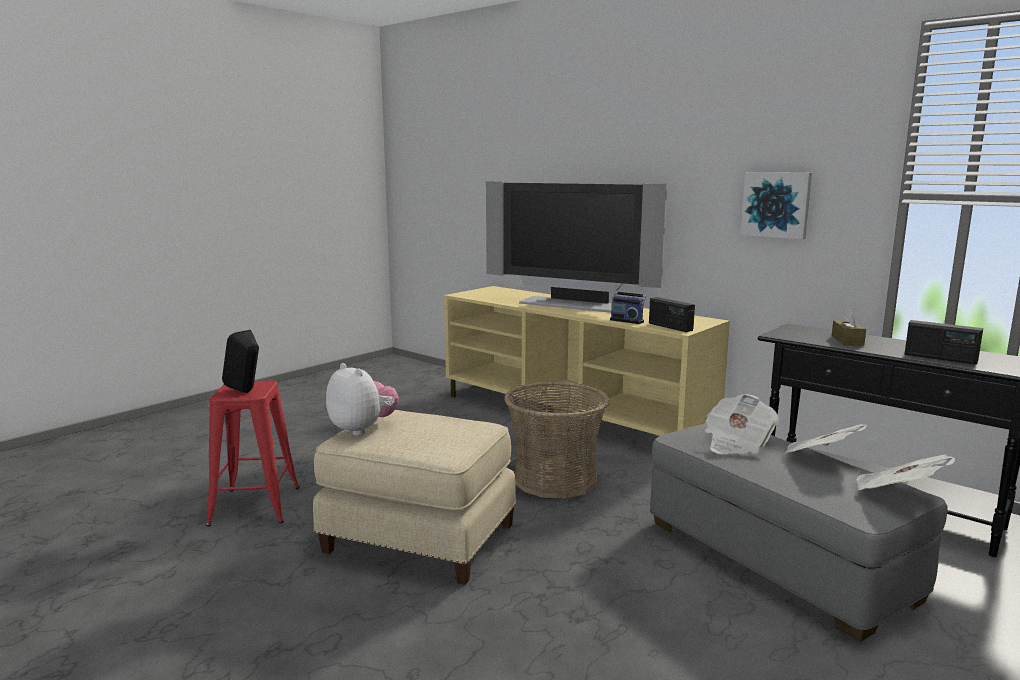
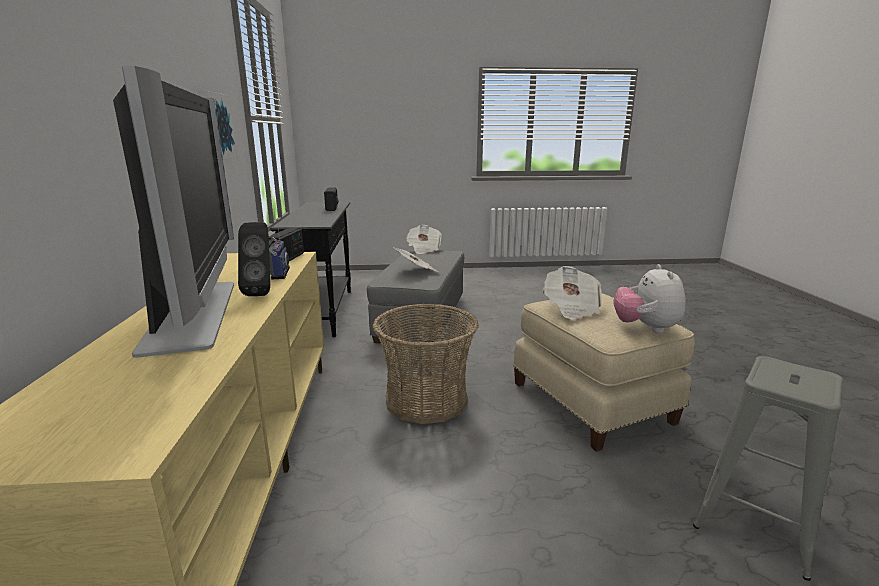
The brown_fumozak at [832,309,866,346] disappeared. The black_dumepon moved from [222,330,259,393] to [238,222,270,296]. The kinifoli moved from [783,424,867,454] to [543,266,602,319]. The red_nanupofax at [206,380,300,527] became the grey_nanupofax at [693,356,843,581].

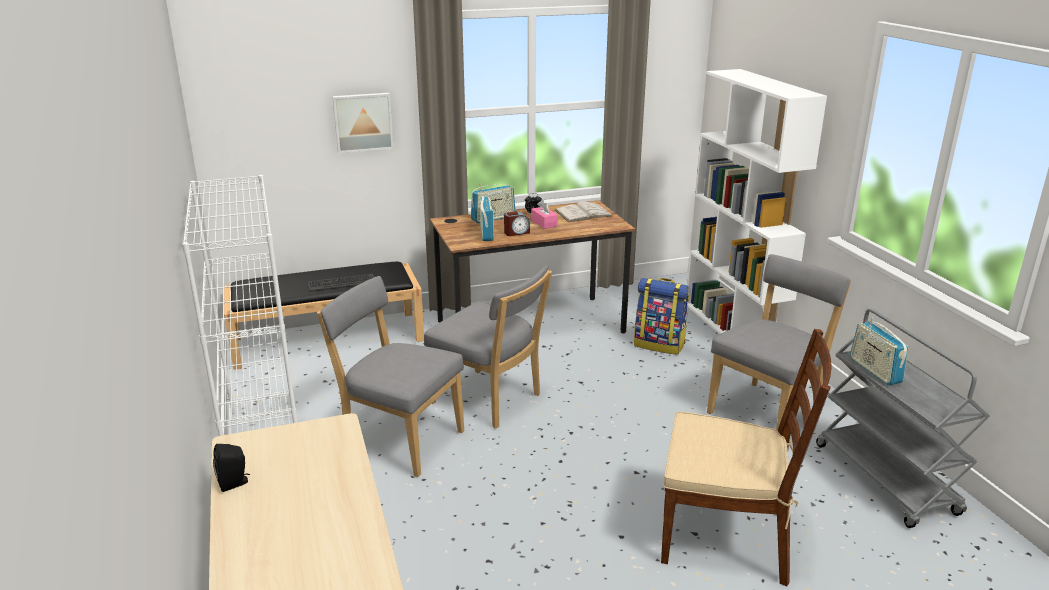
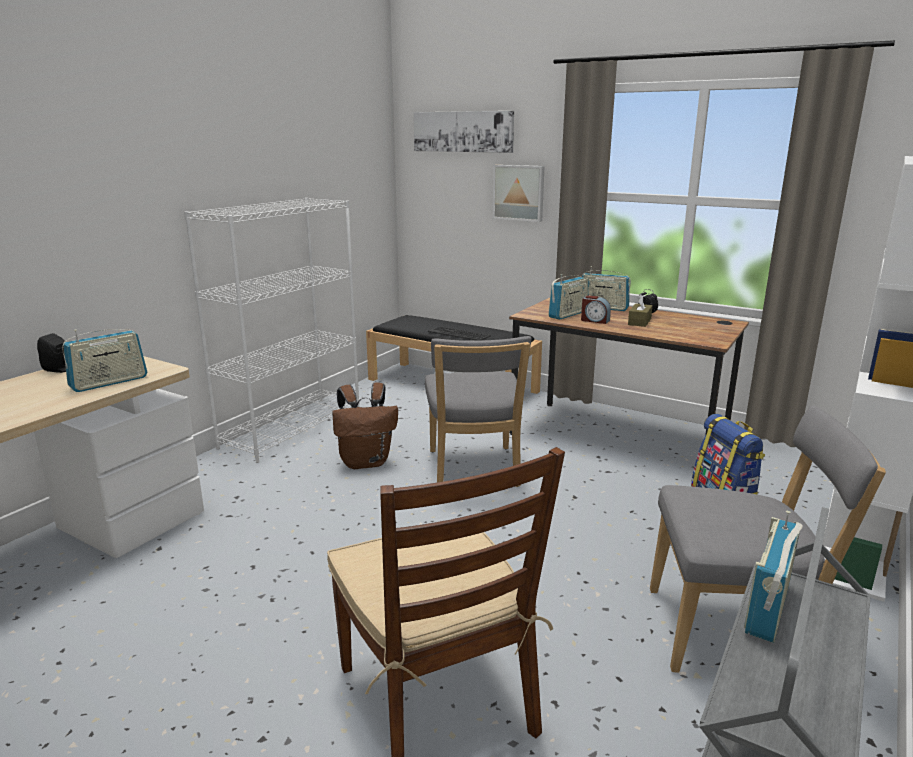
The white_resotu at [555,201,613,222] disappeared. The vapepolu at [62,329,147,392] appeared. The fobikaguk at [414,111,514,153] appeared. The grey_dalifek at [317,276,464,477] was replaced by the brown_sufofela at [332,382,398,469]. The pink_fumozak at [531,200,558,229] became the brown_fumozak at [628,294,652,327].

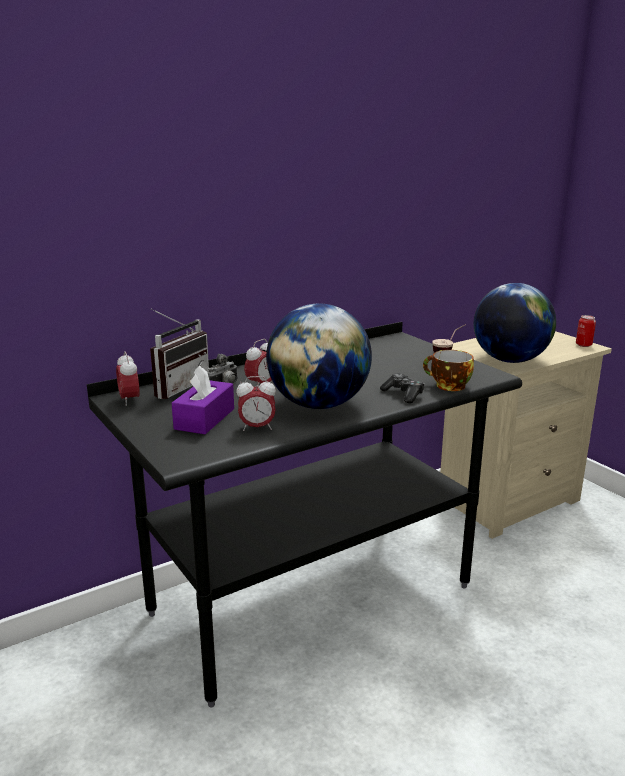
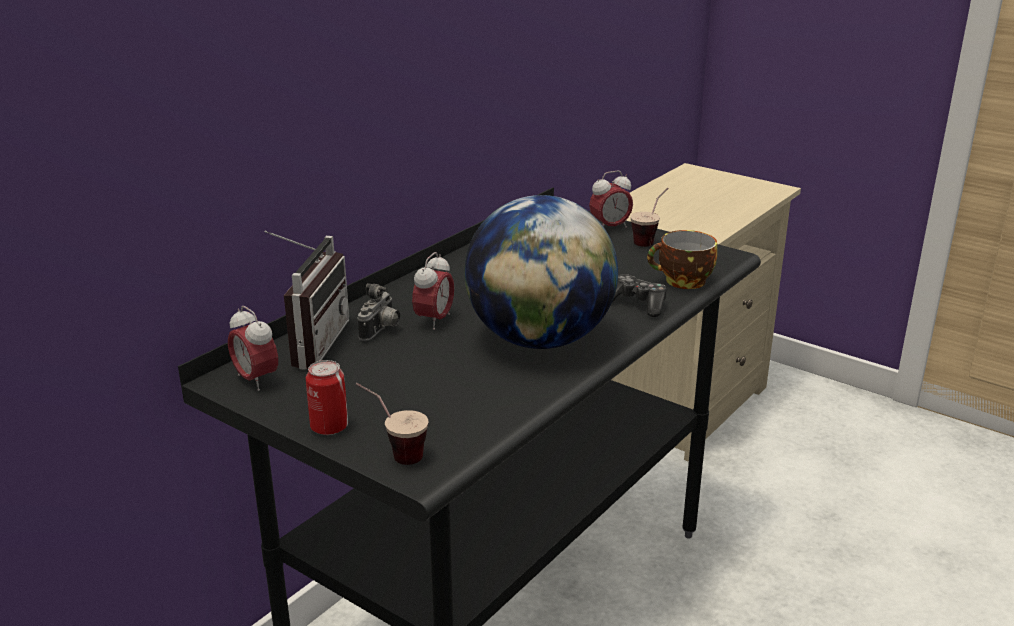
The purple_fumozak at [172,366,234,434] disappeared. The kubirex at [474,283,556,363] disappeared. The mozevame at [356,383,428,465] appeared. The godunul moved from [236,376,276,431] to [589,170,633,228]. The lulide moved from [576,315,596,347] to [306,360,348,435].

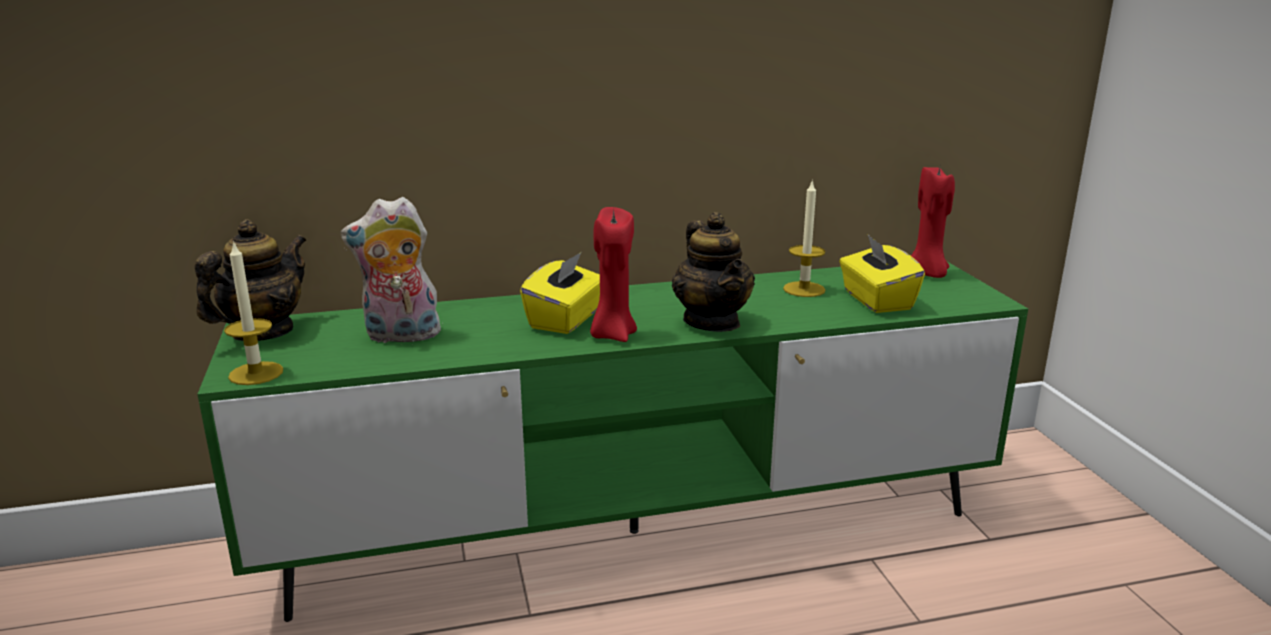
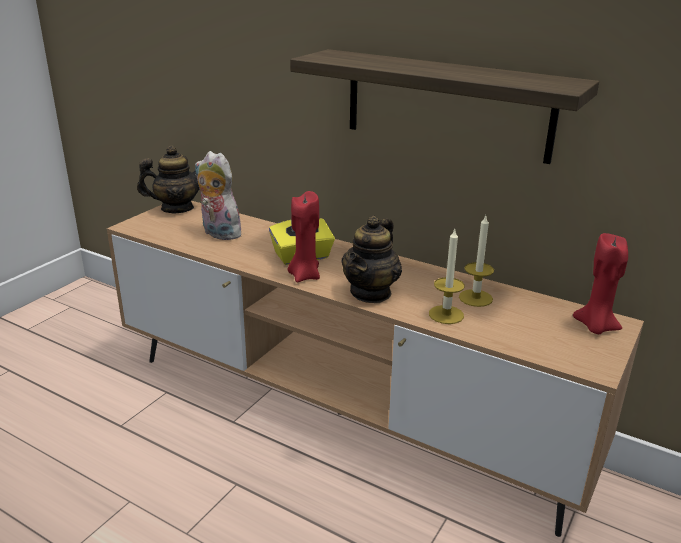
The yellow_fumozak at [839,235,925,313] disappeared. The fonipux at [290,49,599,164] appeared. The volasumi moved from [224,241,283,385] to [429,229,465,324]. The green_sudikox at [197,262,1028,622] became the brown_sudikox at [107,201,644,537].

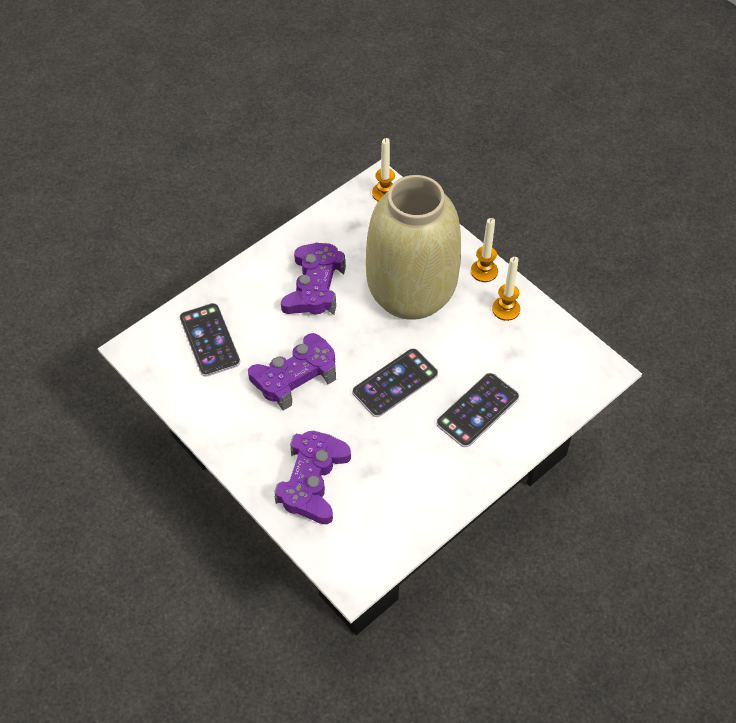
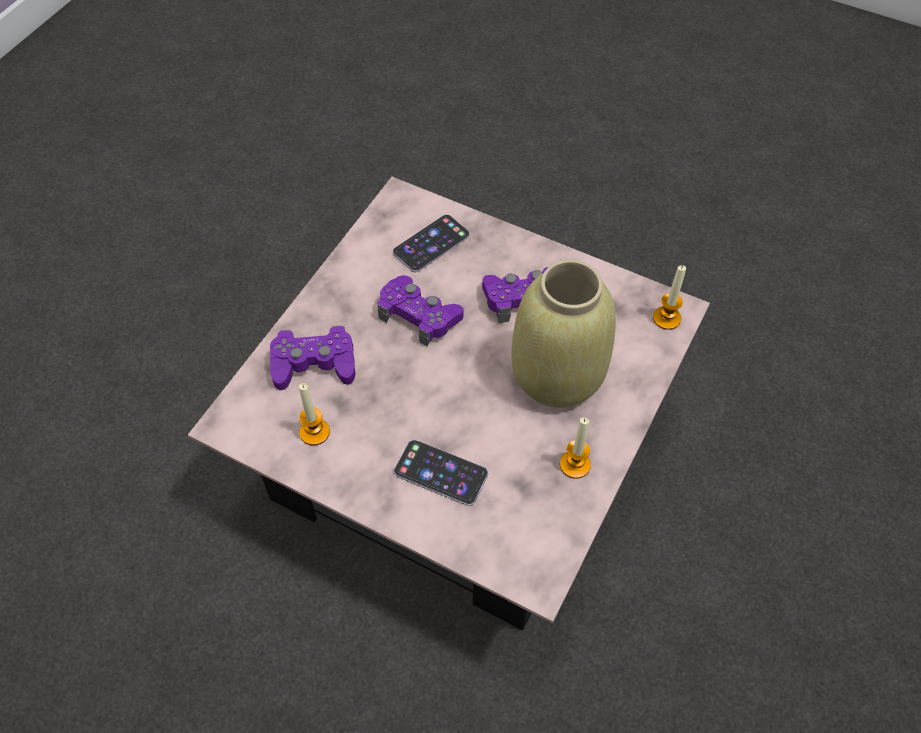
The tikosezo at [352,348,438,417] disappeared. The volasumi moved from [471,218,498,282] to [299,383,330,445]. The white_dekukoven at [98,160,642,635] became the pink_dekukoven at [188,177,710,630].

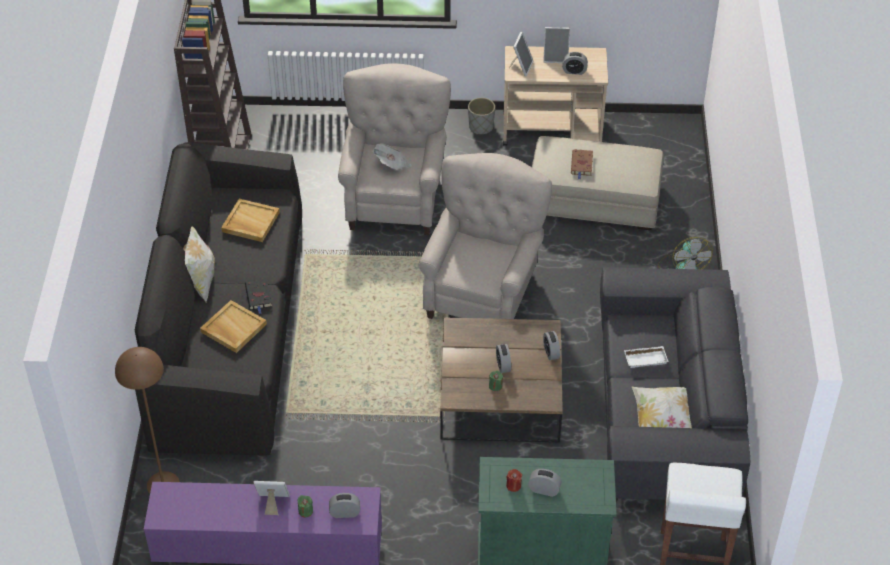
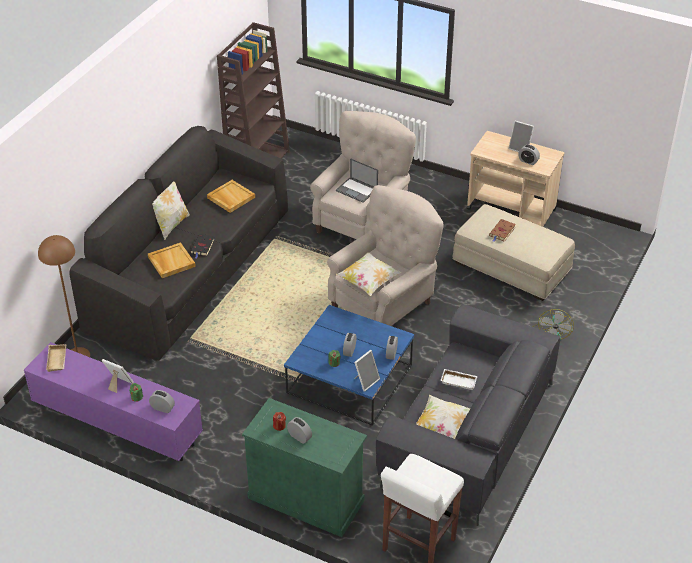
The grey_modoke at [468,98,495,135] disappeared. The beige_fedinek at [46,344,66,372] appeared. The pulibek at [336,252,401,296] appeared. The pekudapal moved from [509,32,533,76] to [354,350,380,392]. The kinifoli at [372,143,412,170] was replaced by the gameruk at [336,158,378,203]. The brown_dekukoven at [440,317,563,442] became the blue_dekukoven at [284,305,414,426].

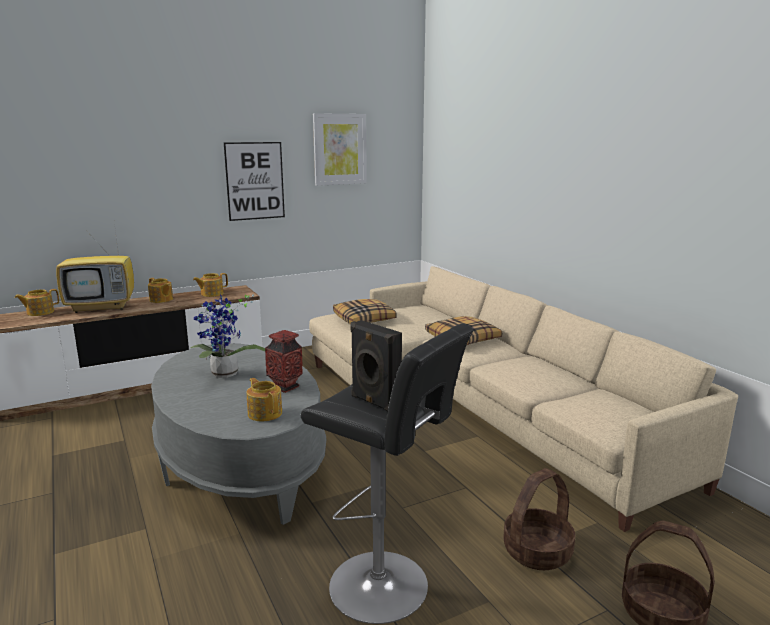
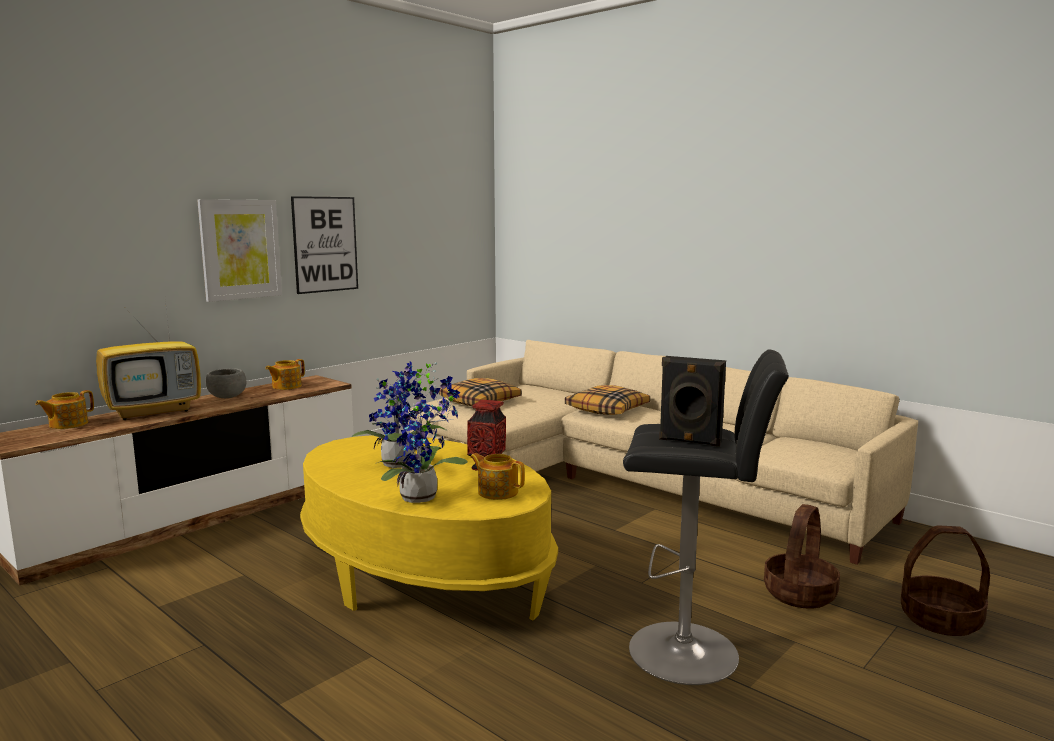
The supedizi at [375,376,467,503] appeared. The fobikaguk moved from [313,113,367,186] to [197,199,282,302]. The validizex at [148,278,173,303] was replaced by the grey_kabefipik at [205,368,246,398]. The grey_dekukoven at [151,343,326,525] became the yellow_dekukoven at [300,435,558,620].

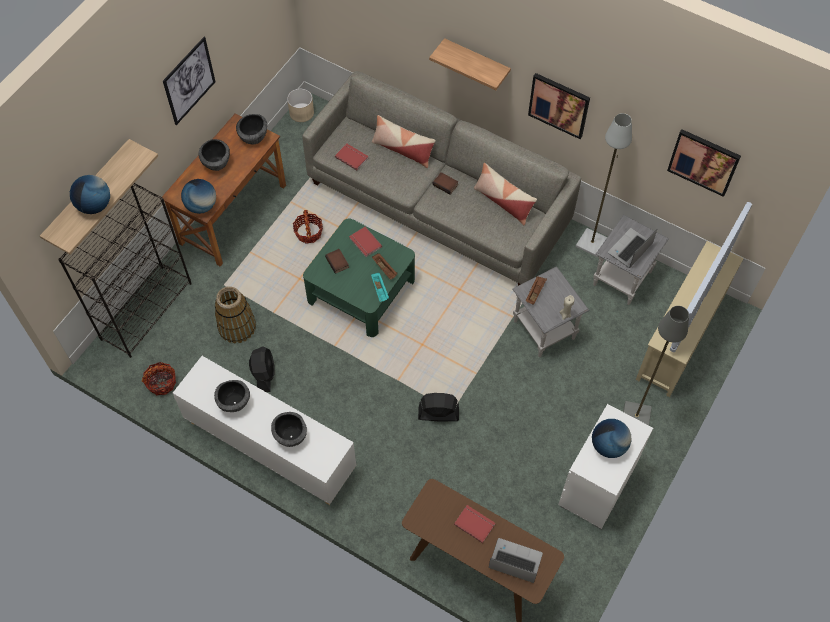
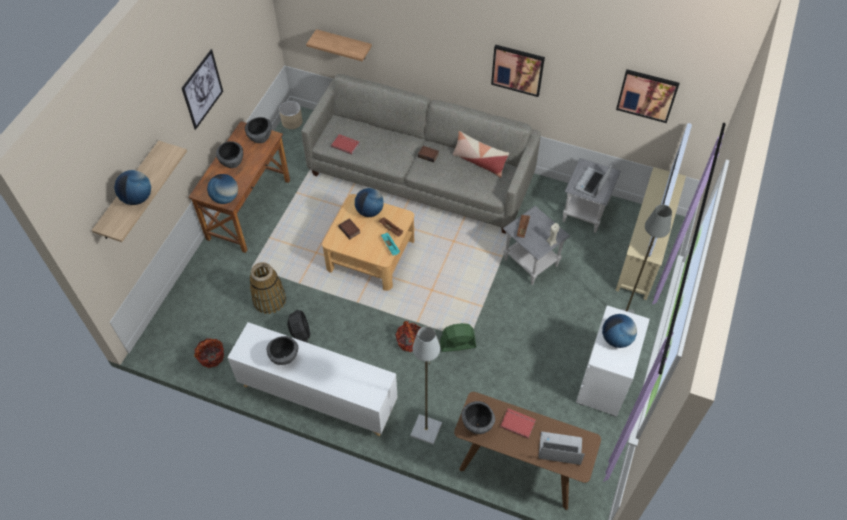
The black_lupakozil at [58,183,192,358] disappeared. The pulibek at [372,115,435,168] disappeared. The kabefipik moved from [271,412,307,447] to [461,401,495,434]. The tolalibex moved from [293,210,323,244] to [395,321,421,352]. The fonipux moved from [429,38,511,90] to [306,29,372,61]. The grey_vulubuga moved from [576,113,632,257] to [410,326,442,445]. The red_resotu at [349,227,382,257] was replaced by the kubirex at [355,188,384,217]. The green_dekukoven at [303,218,415,337] became the beige_dekukoven at [322,194,414,291]. The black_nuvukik at [418,393,459,421] became the green_nuvukik at [440,323,476,352].

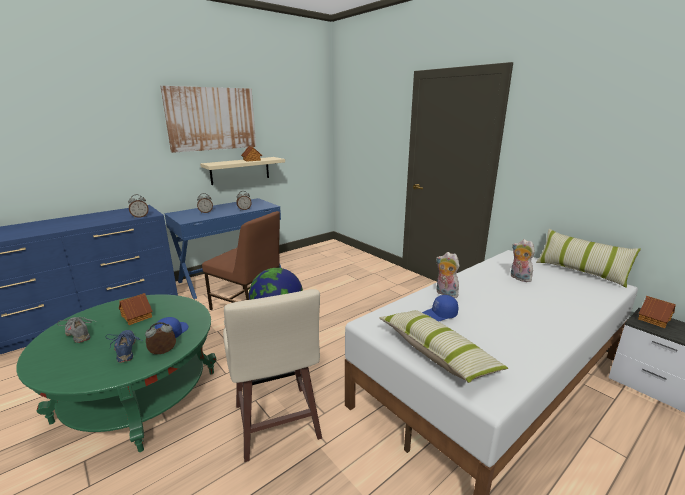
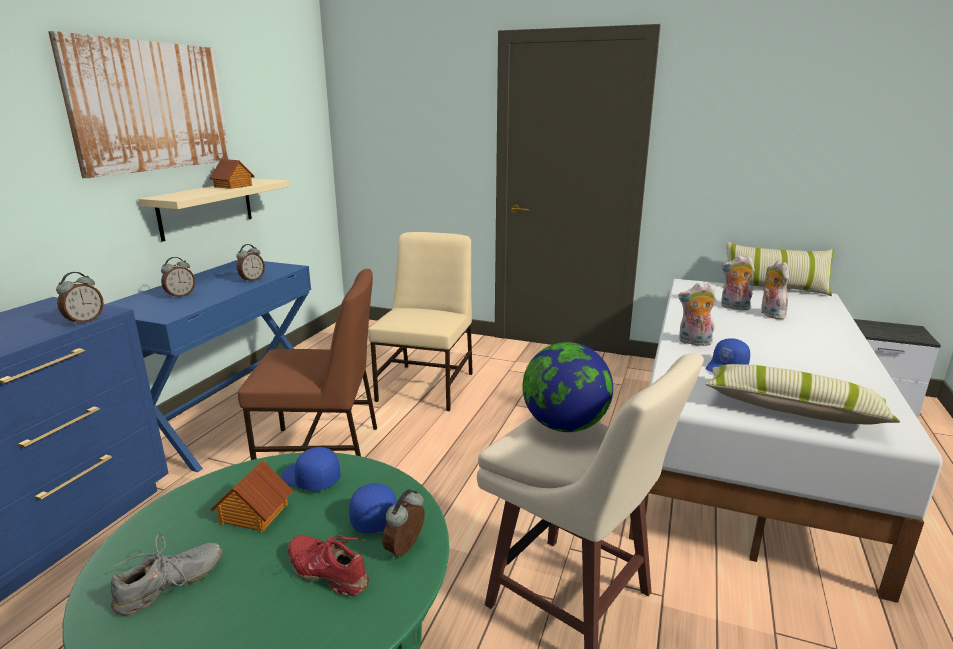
The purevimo at [638,296,676,328] disappeared. The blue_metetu at [281,447,341,491] appeared. The beige_dalifek at [368,232,473,411] appeared. The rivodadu at [761,260,789,319] appeared. The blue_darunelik at [106,330,141,363] became the red_darunelik at [288,535,369,596]. The grey_darunelik at [57,317,94,343] turned 120 degrees clockwise.

